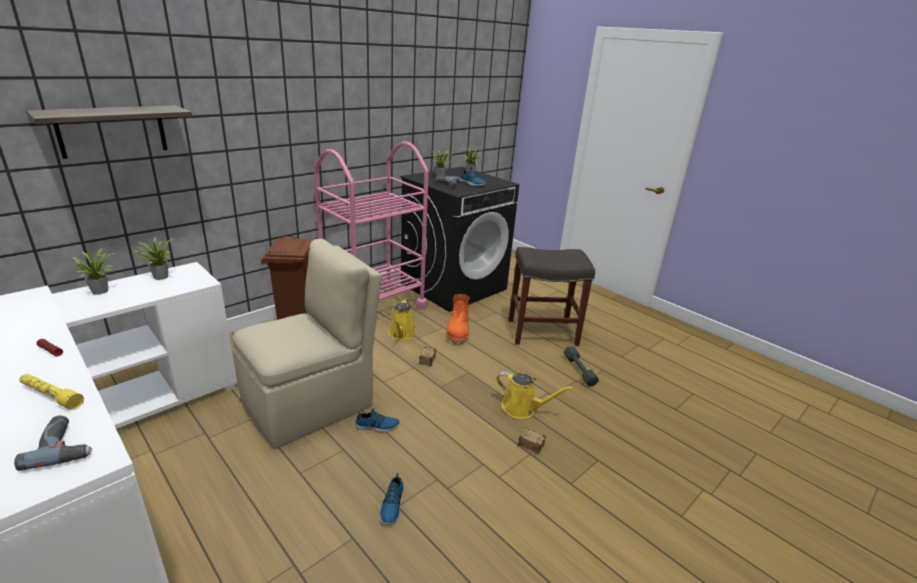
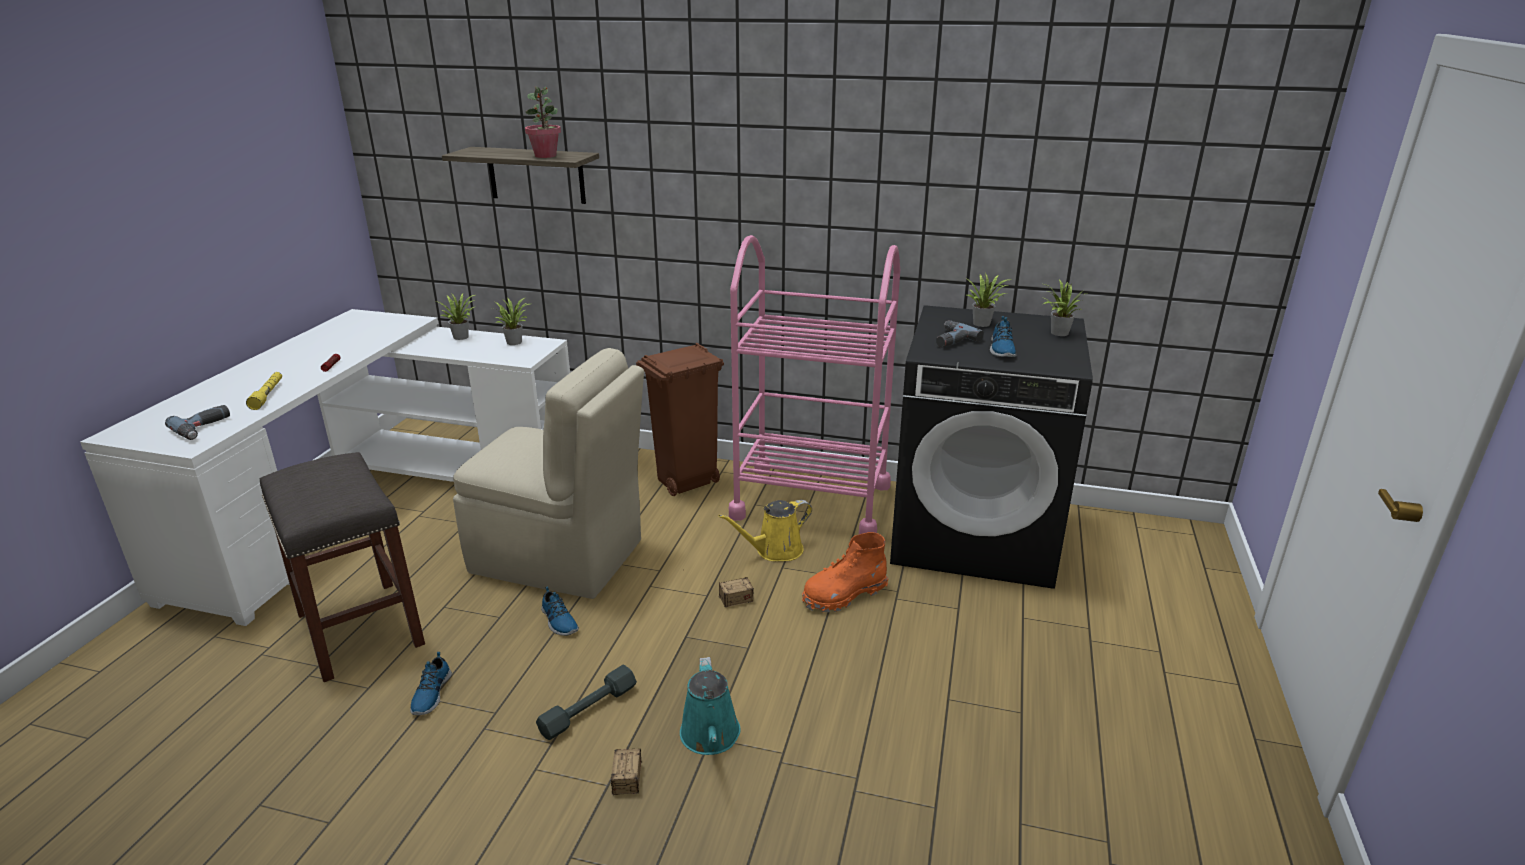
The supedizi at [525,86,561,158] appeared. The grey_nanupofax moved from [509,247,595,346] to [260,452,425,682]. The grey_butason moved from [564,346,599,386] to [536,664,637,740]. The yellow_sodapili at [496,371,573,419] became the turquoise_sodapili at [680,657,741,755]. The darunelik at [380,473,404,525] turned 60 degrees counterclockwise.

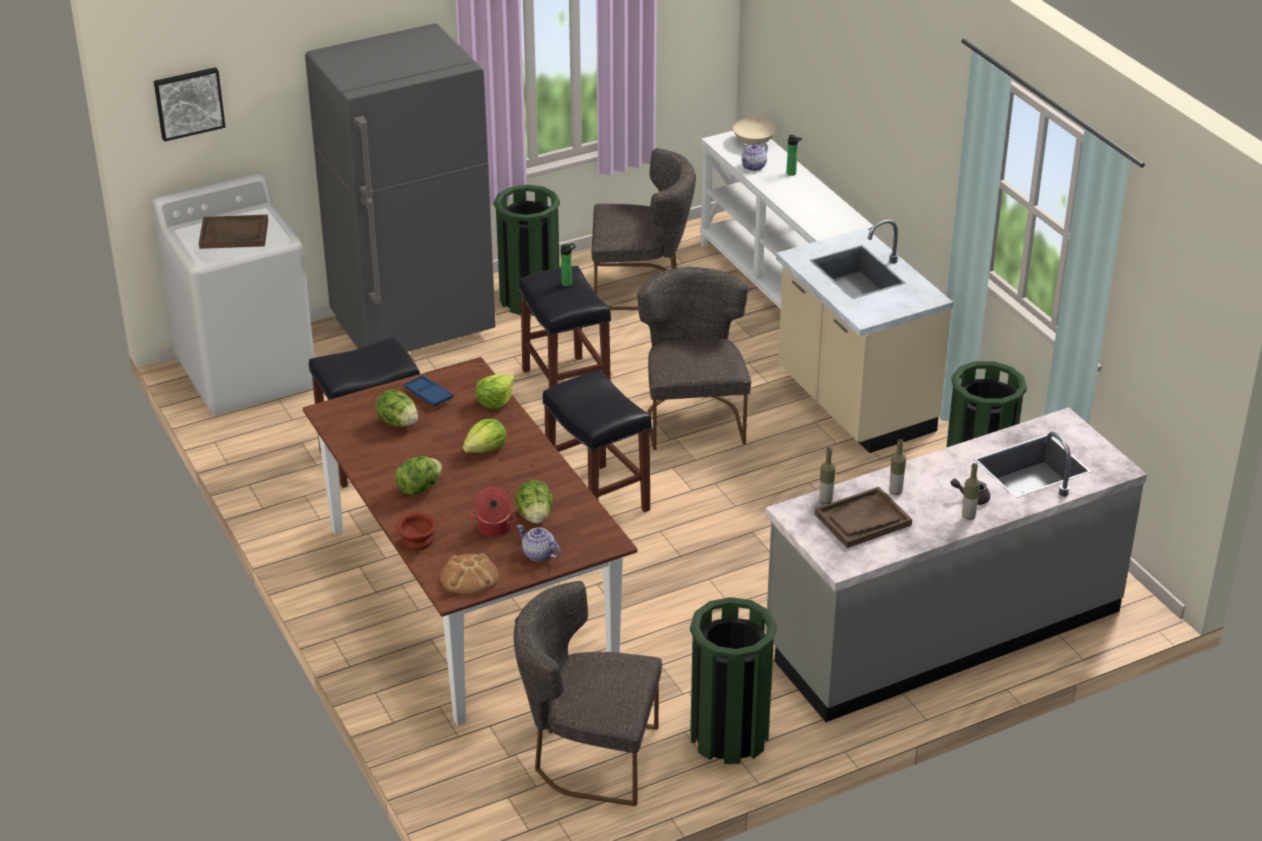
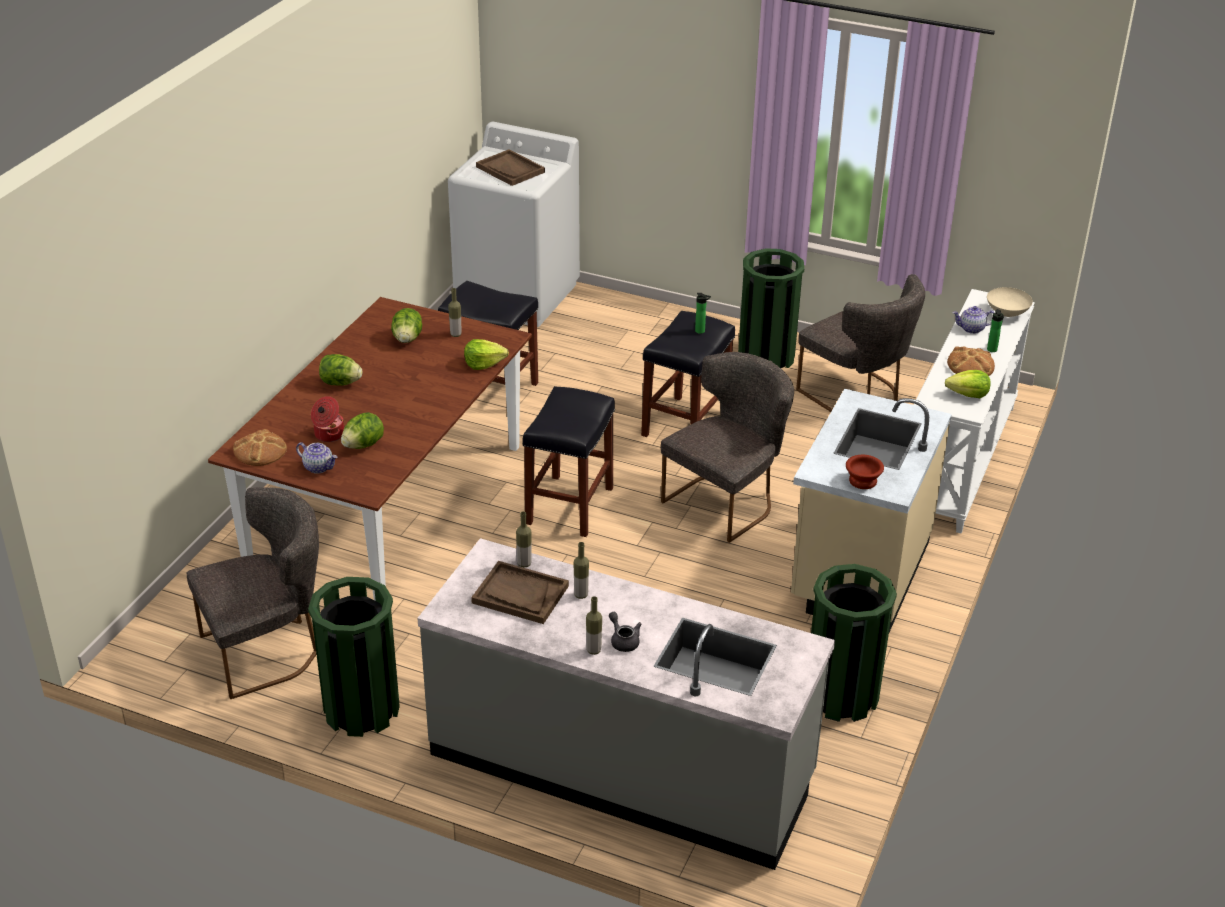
The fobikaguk at [154,67,226,142] disappeared. The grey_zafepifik at [305,23,496,352] disappeared. The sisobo at [947,346,995,376] appeared. The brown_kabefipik moved from [396,513,437,550] to [846,455,884,489]. The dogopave moved from [463,419,507,453] to [945,370,991,398]. The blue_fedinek at [403,375,453,407] was replaced by the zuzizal at [448,288,462,337]. The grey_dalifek at [514,581,662,806] turned 90 degrees clockwise. The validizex at [517,525,561,562] turned 120 degrees clockwise.

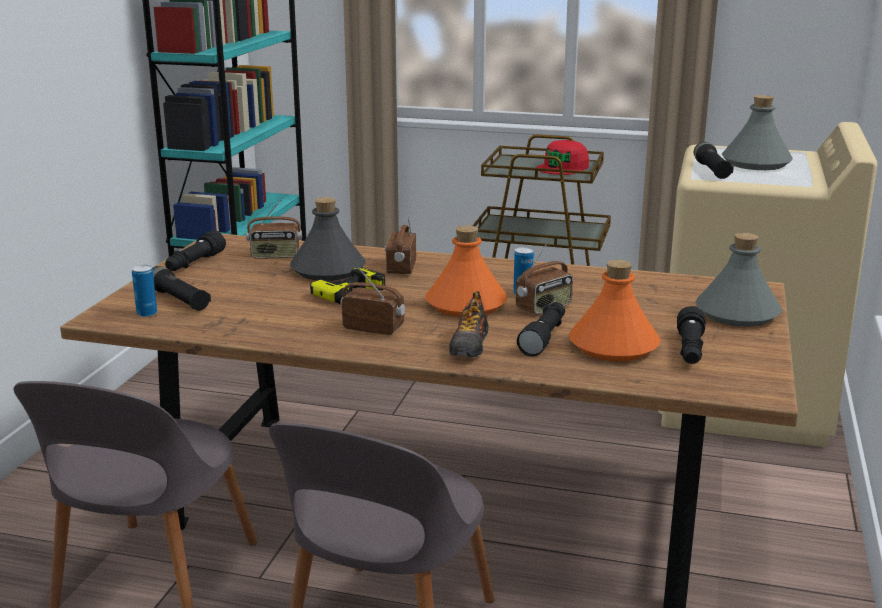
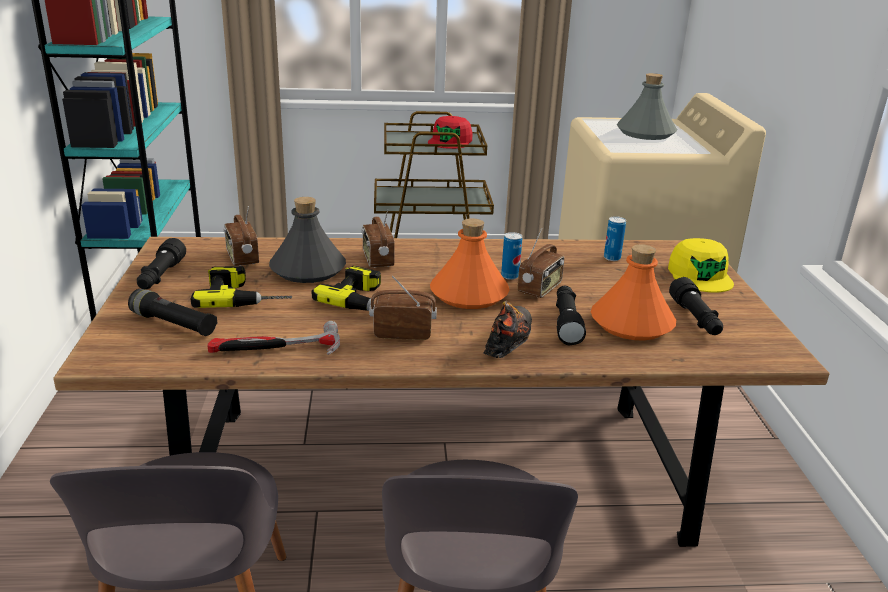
The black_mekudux at [694,142,734,179] disappeared. The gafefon at [191,266,292,308] appeared. The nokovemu at [207,321,340,355] appeared. The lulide moved from [132,265,157,317] to [604,216,626,261]. The grey_zuzizal at [696,233,782,327] was replaced by the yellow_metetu at [668,238,734,293]. The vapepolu at [246,199,302,259] turned 90 degrees clockwise. The darunelik at [449,291,489,358] turned 150 degrees counterclockwise.

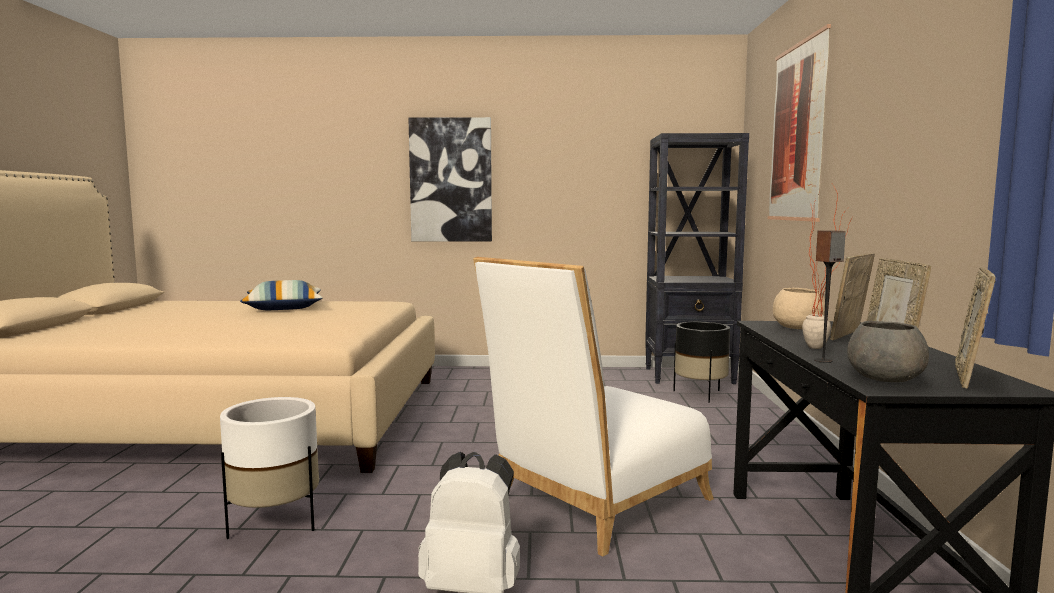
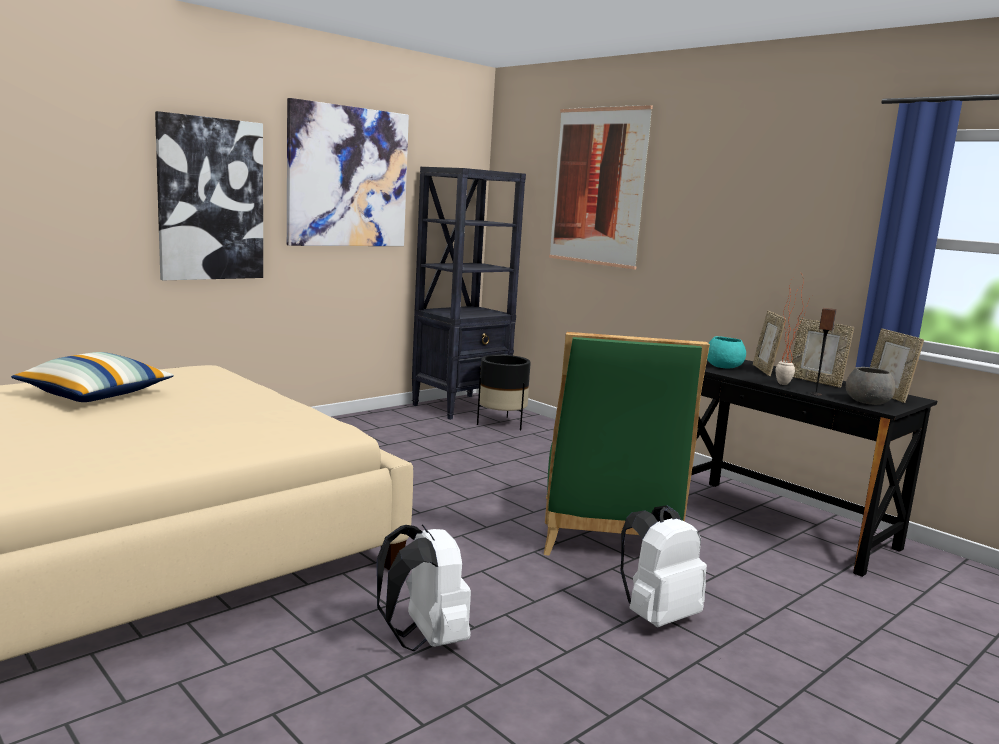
The fobikaguk at [287,98,409,246] appeared. The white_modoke at [220,397,319,539] was replaced by the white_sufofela at [377,525,471,651]. The white_dalifek at [473,257,714,556] became the green_dalifek at [544,332,710,555]. The beige_kabefipik at [772,288,825,329] became the turquoise_kabefipik at [707,336,746,368].

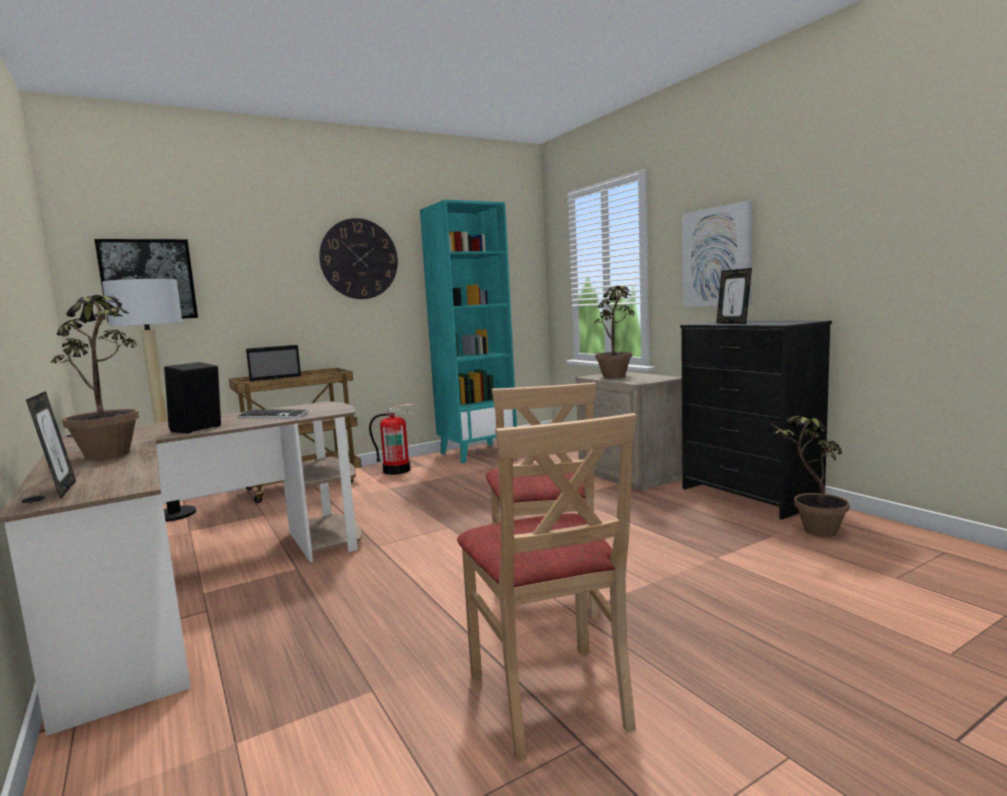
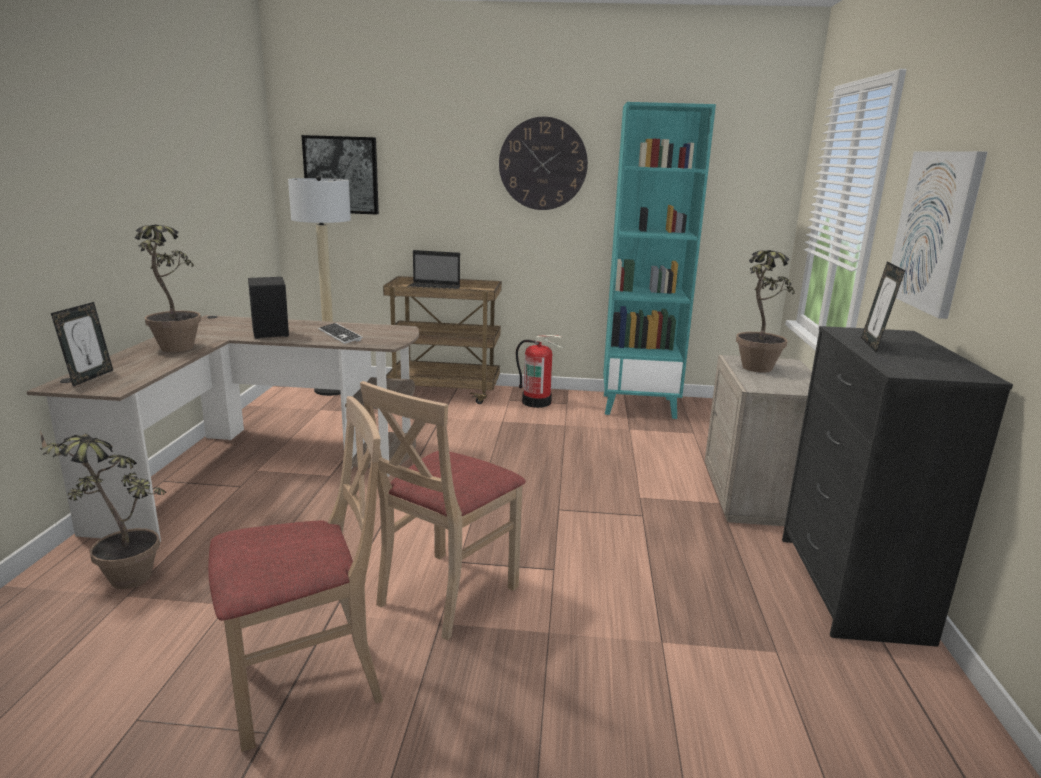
The supedizi moved from [769,416,850,537] to [40,431,166,589]. The beige_dalifek at [457,413,637,762] turned 135 degrees counterclockwise.

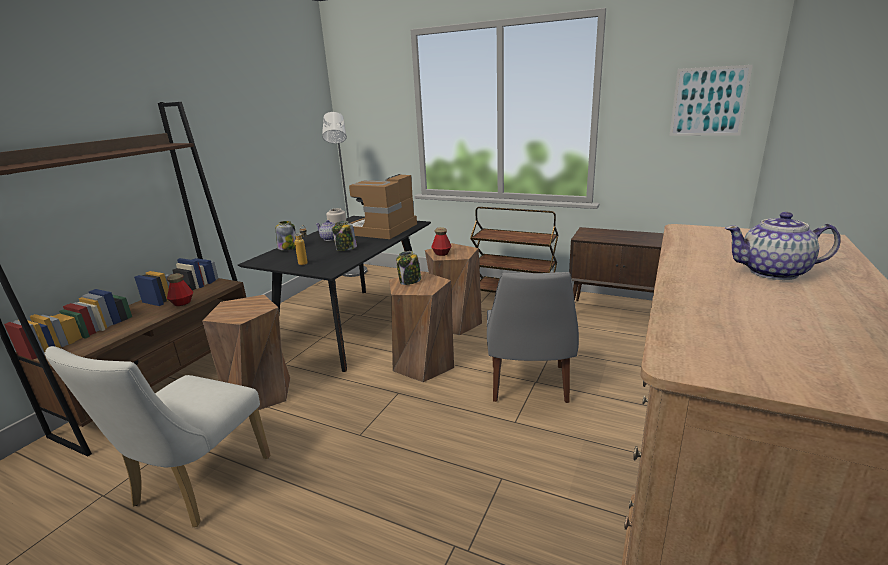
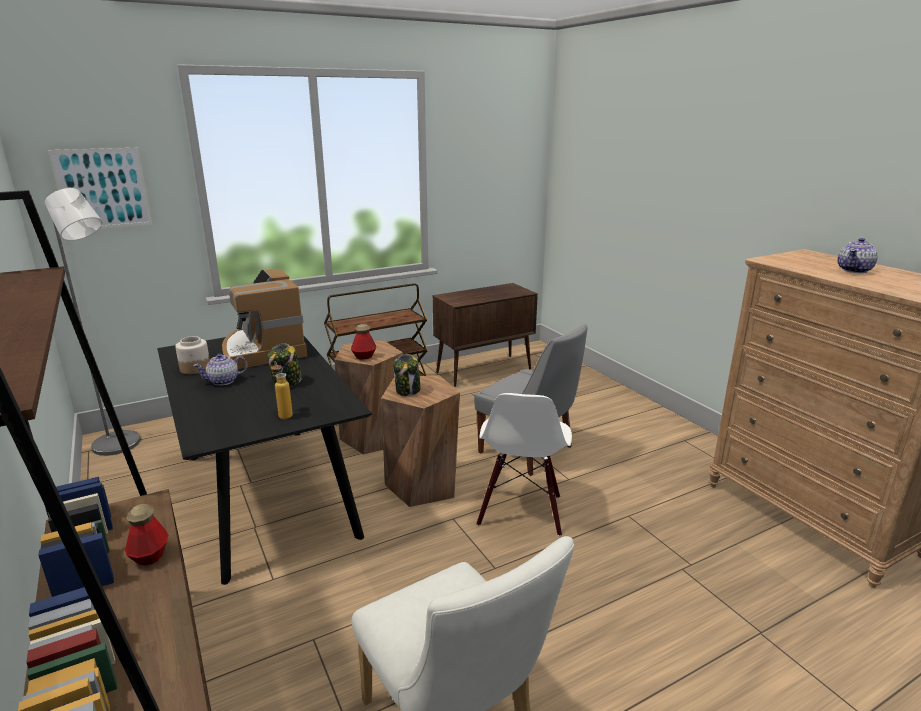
The brown_nanupofax at [202,295,290,410] disappeared. The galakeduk at [276,221,296,250] disappeared. The white_dalifek at [477,393,572,536] appeared. The fobikaguk moved from [669,65,753,136] to [48,148,153,229].

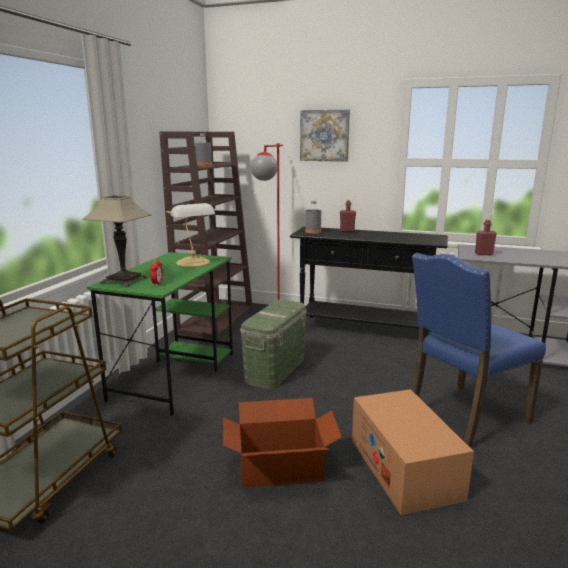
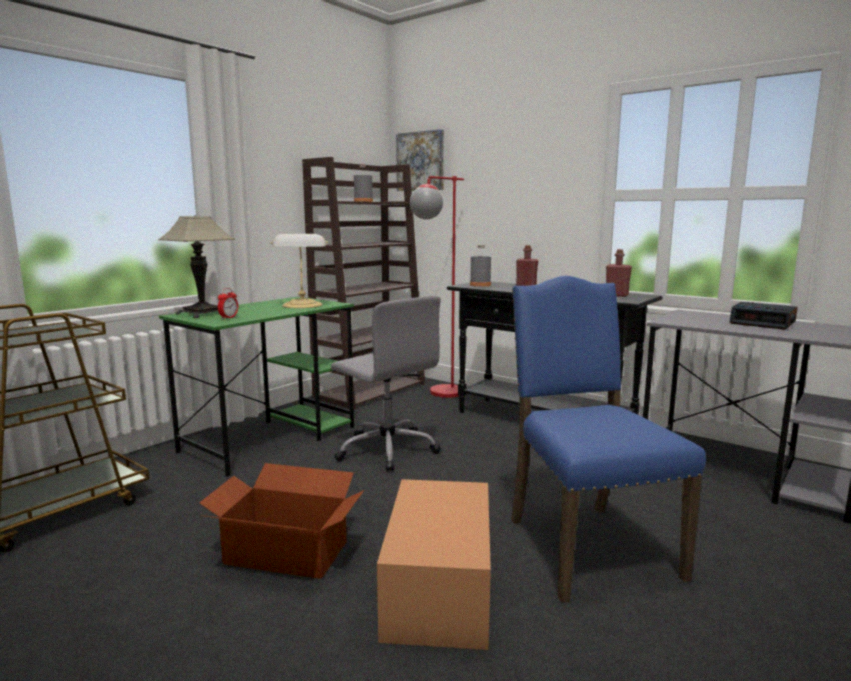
The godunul at [730,302,798,330] appeared. The fobikaguk moved from [300,110,350,162] to [396,129,444,191]. The red_zuzizal moved from [475,220,497,255] to [606,249,632,297]. The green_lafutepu at [240,299,307,389] was replaced by the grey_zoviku at [331,296,441,472]. The blue_dalifek at [412,253,546,448] turned 90 degrees clockwise.

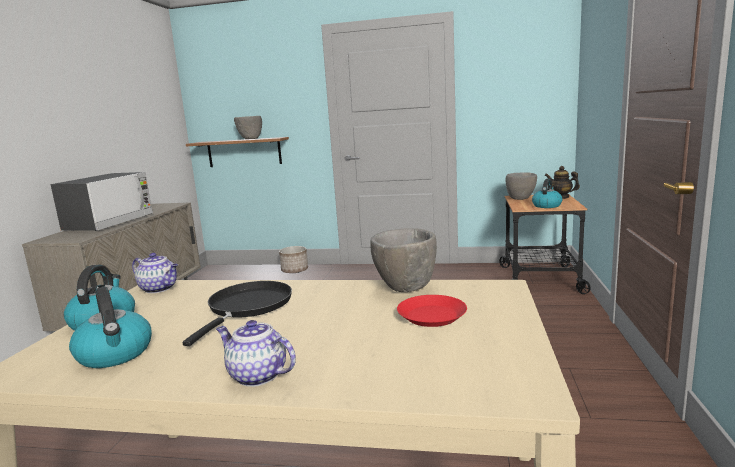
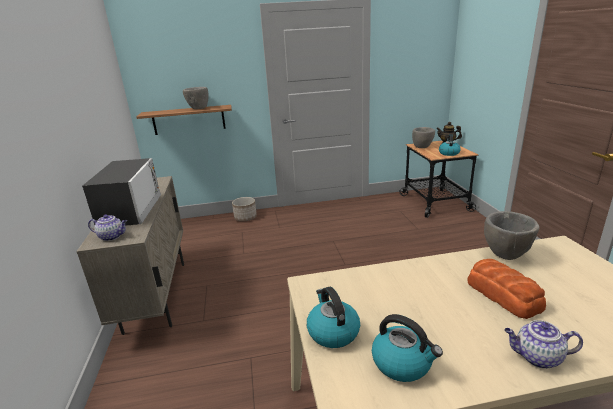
The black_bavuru at [183,281,292,346] disappeared. The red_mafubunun at [397,295,467,327] disappeared. The sisobo at [467,259,546,319] appeared. The validizex moved from [132,253,178,293] to [88,214,127,241].

